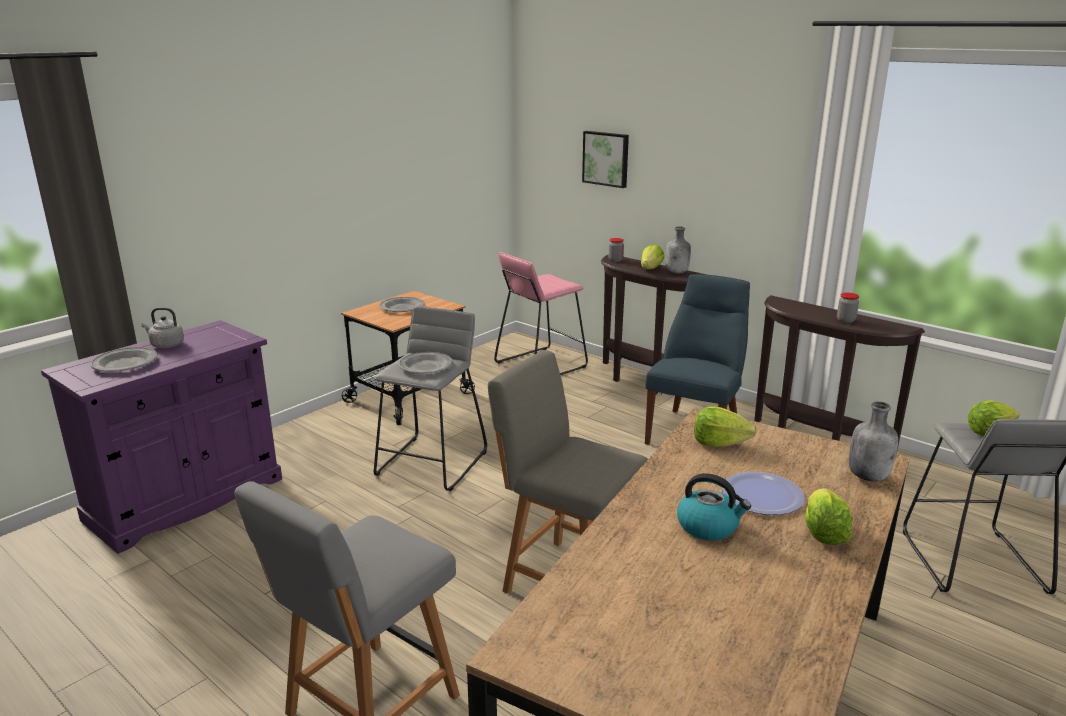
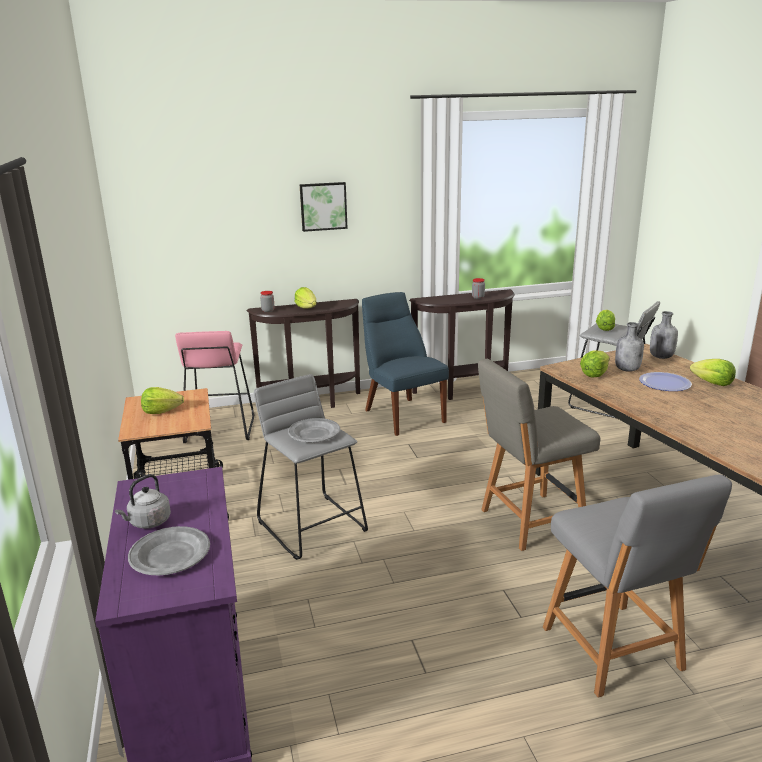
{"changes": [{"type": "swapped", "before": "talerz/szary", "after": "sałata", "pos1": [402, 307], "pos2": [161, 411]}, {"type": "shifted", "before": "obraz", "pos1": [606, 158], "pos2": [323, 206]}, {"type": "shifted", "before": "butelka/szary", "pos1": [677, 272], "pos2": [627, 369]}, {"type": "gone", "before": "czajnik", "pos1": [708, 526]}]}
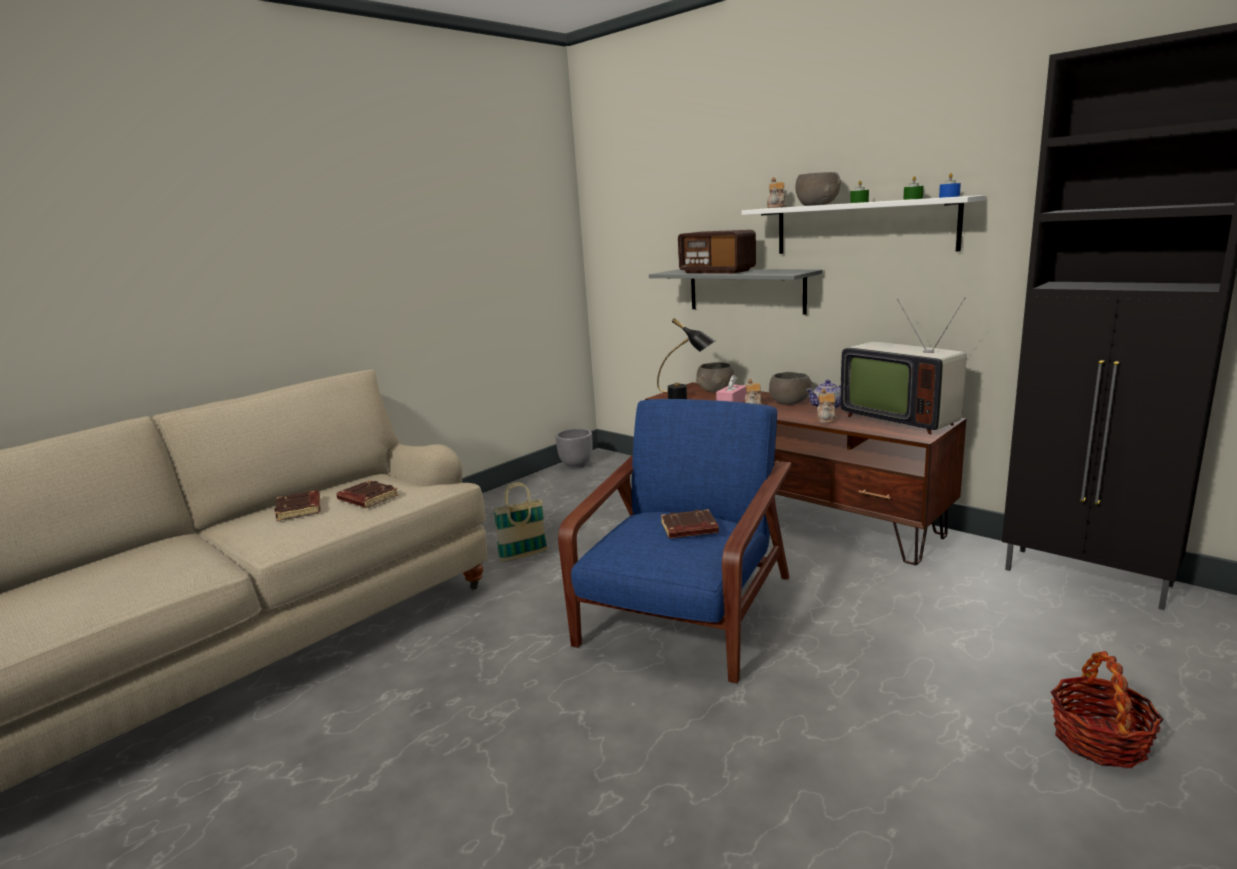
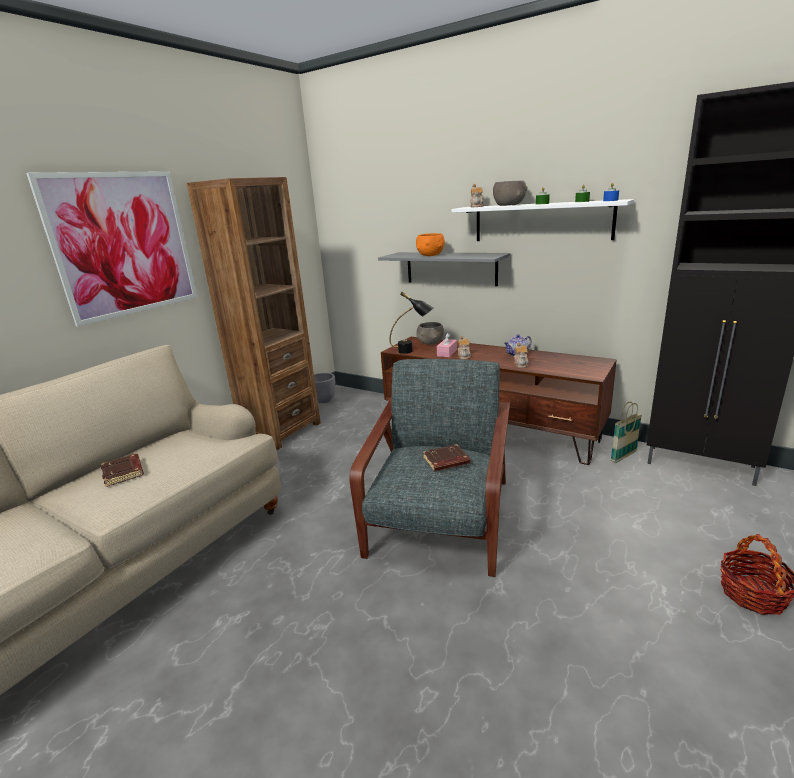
{"changes": [{"type": "gone", "before": "książka/brązowy", "pos1": [367, 499]}, {"type": "shifted", "before": "koszyk", "pos1": [523, 556], "pos2": [623, 456]}, {"type": "repainted", "before": "fotel/niebieski", "after": "fotel/szary", "pos1": [685, 613], "pos2": [439, 519]}, {"type": "swapped", "before": "radio", "after": "miska/pomarańczowy", "pos1": [717, 271], "pos2": [431, 255]}, {"type": "gone", "before": "miska/szary", "pos1": [790, 402]}, {"type": "gone", "before": "telewizor", "pos1": [900, 419]}, {"type": "new", "after": "obraz", "pos2": [124, 244]}, {"type": "new", "after": "regał/brązowy", "pos2": [281, 430]}]}
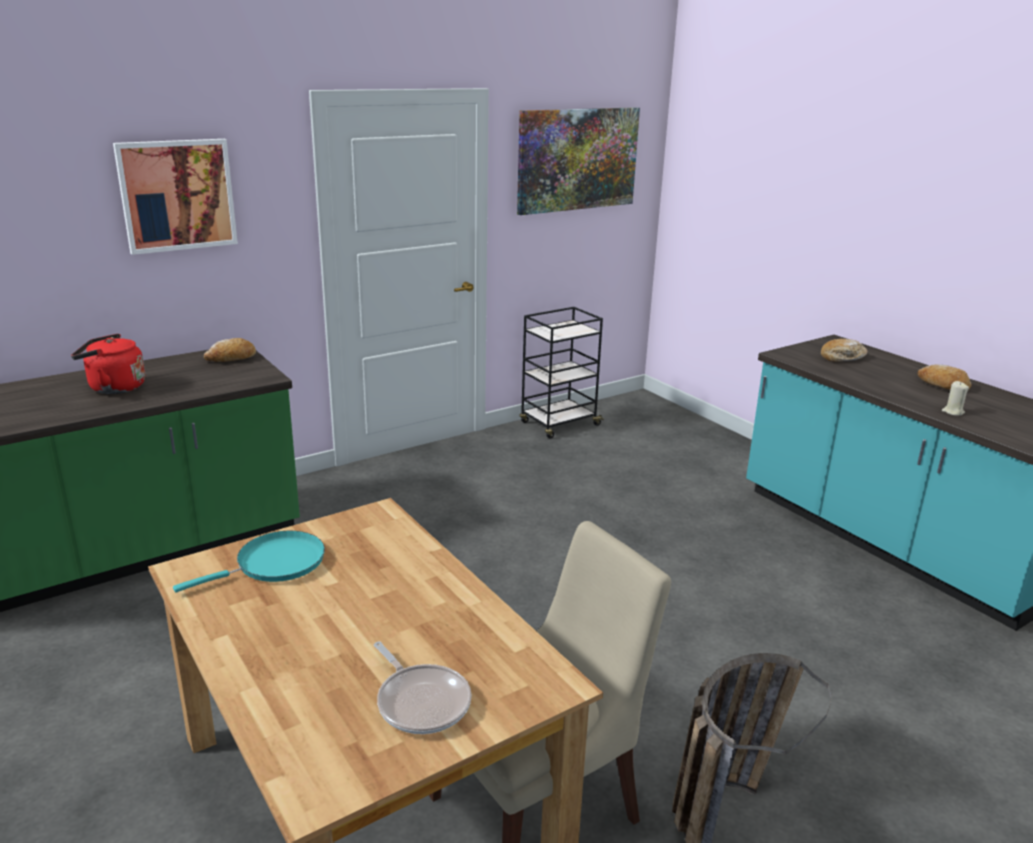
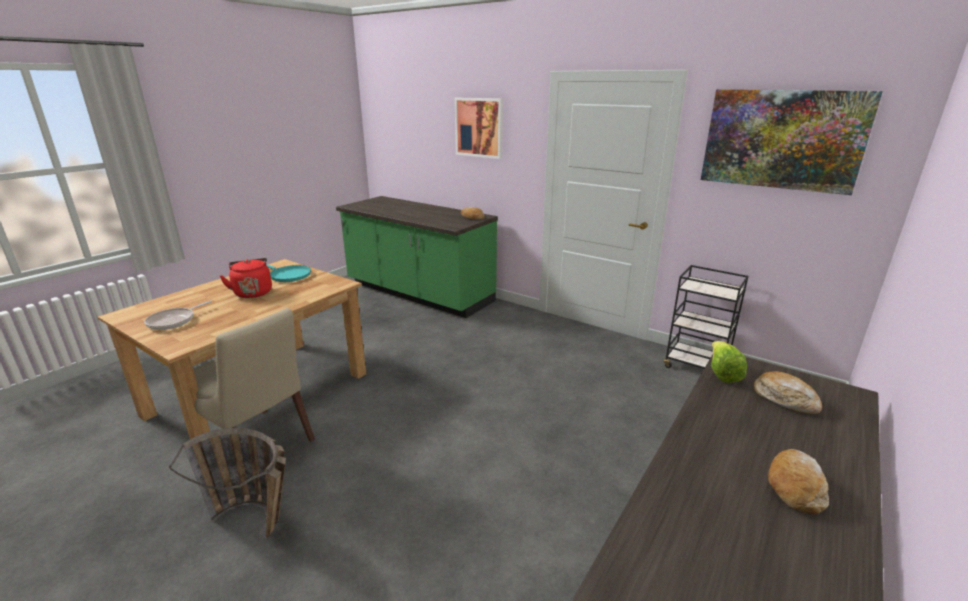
{"changes": [{"type": "shifted", "before": "czajnik/czerwony", "pos1": [113, 388], "pos2": [253, 292]}, {"type": "gone", "before": "świeca/beżowy", "pos1": [952, 412]}, {"type": "new", "after": "sałata", "pos2": [722, 373]}]}
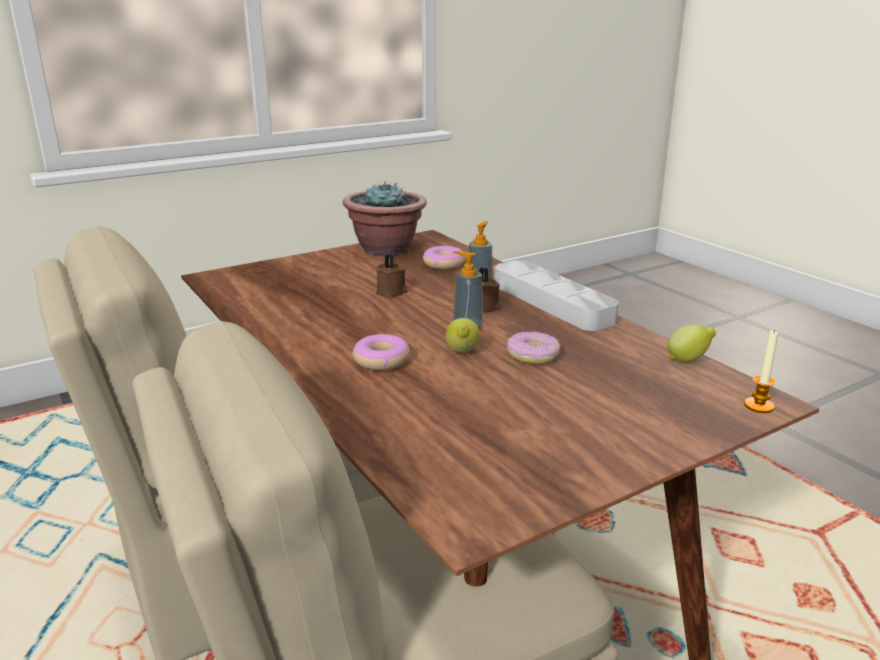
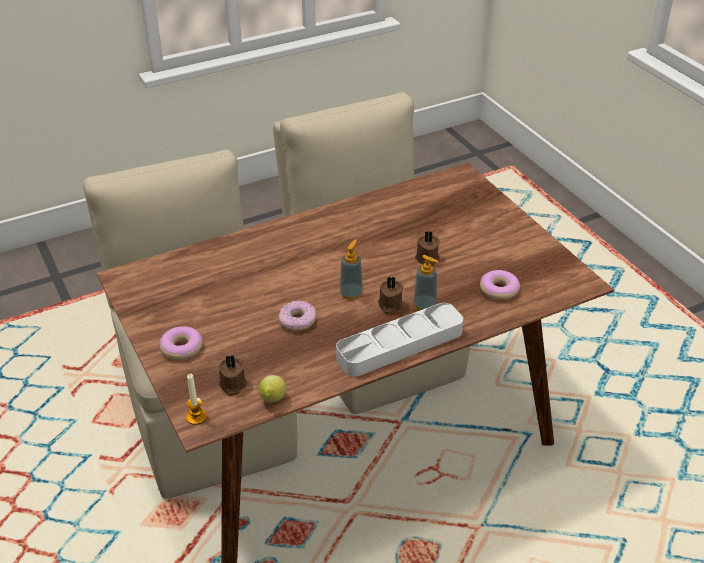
{"changes": [{"type": "gone", "before": "roślina doniczkowa", "pos1": [386, 249]}, {"type": "shifted", "before": "donut", "pos1": [381, 360], "pos2": [182, 348]}, {"type": "gone", "before": "cytryna", "pos1": [462, 353]}, {"type": "new", "after": "świeca/brązowy", "pos2": [232, 385]}]}
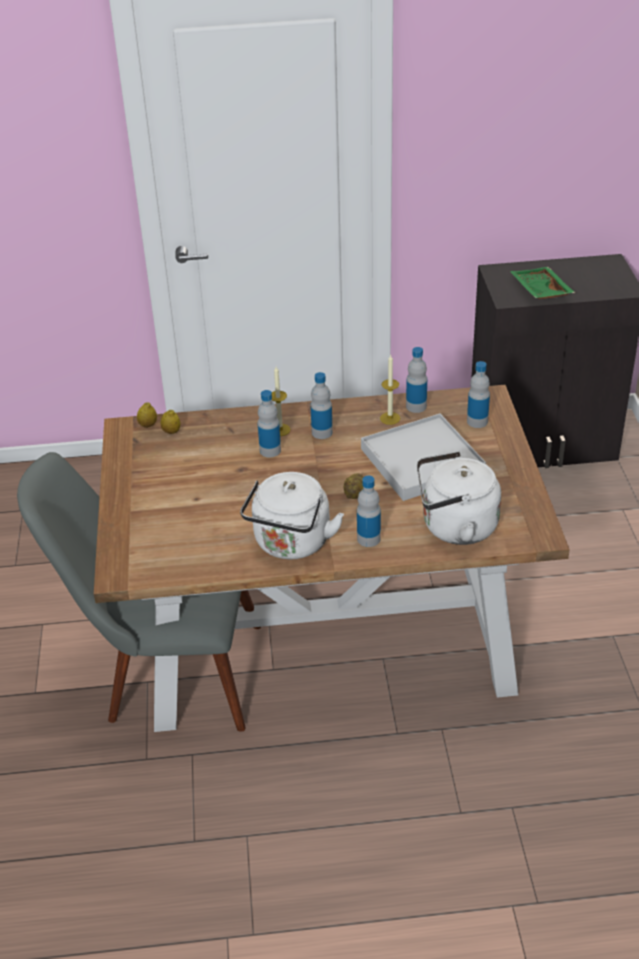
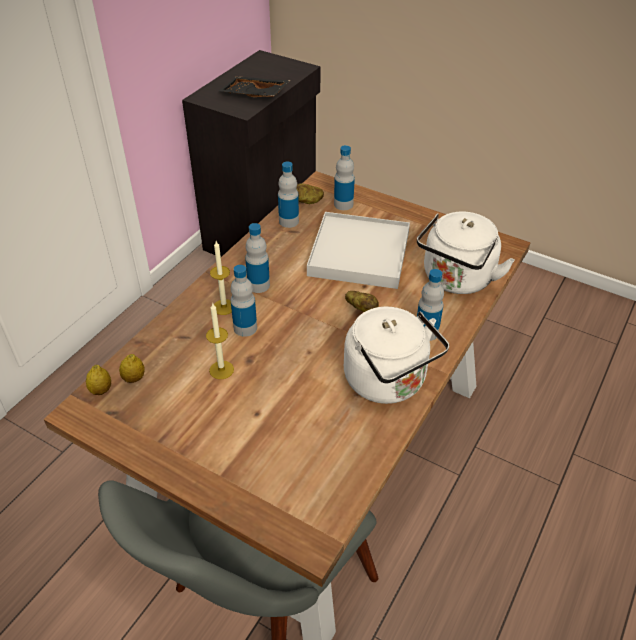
{"changes": [{"type": "shifted", "before": "świeca", "pos1": [390, 418], "pos2": [221, 370]}, {"type": "repainted", "before": "taca/zielony", "after": "taca/czarny", "pos1": [539, 291], "pos2": [254, 95]}, {"type": "new", "after": "ziemniak", "pos2": [307, 201]}]}
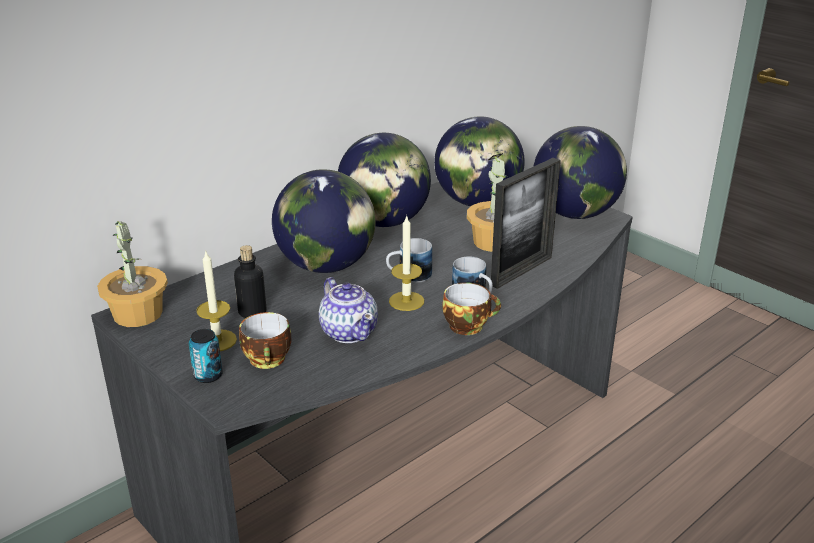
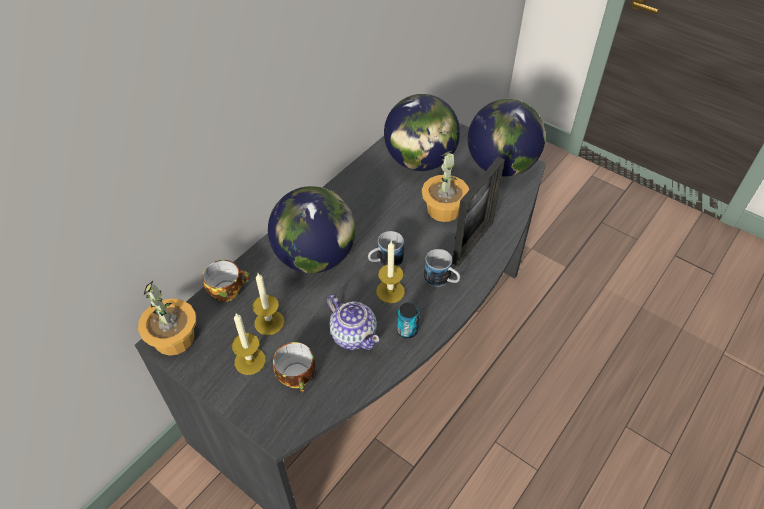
{"changes": [{"type": "shifted", "before": "puszka", "pos1": [208, 375], "pos2": [407, 330]}, {"type": "swapped", "before": "butelka", "after": "świeca", "pos1": [252, 312], "pos2": [269, 322]}, {"type": "gone", "before": "globus", "pos1": [384, 222]}, {"type": "shifted", "before": "filiżanka", "pos1": [468, 325], "pos2": [228, 290]}]}
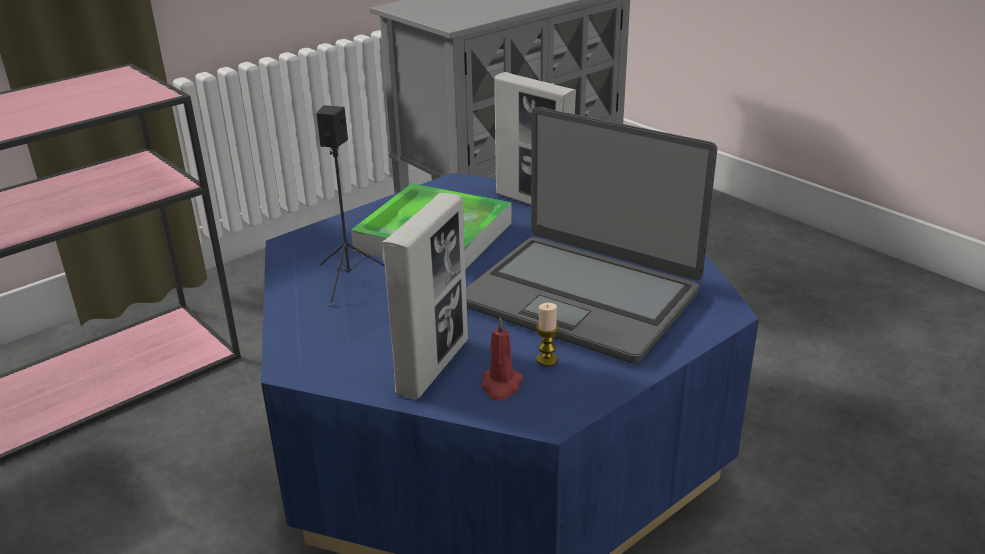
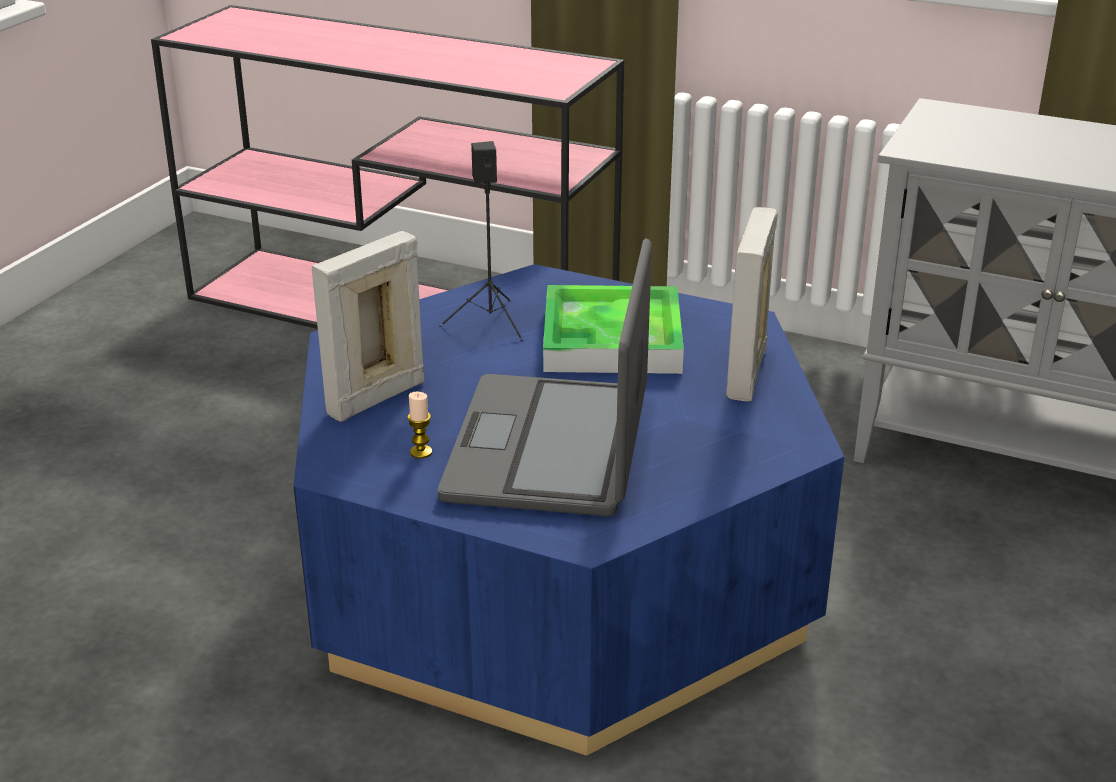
{"changes": [{"type": "rotated", "before": "ramka na zdjęcie", "pos1": [433, 366], "pos2": [375, 398], "turn": 135}, {"type": "gone", "before": "świeca/czerwony", "pos1": [501, 386]}]}
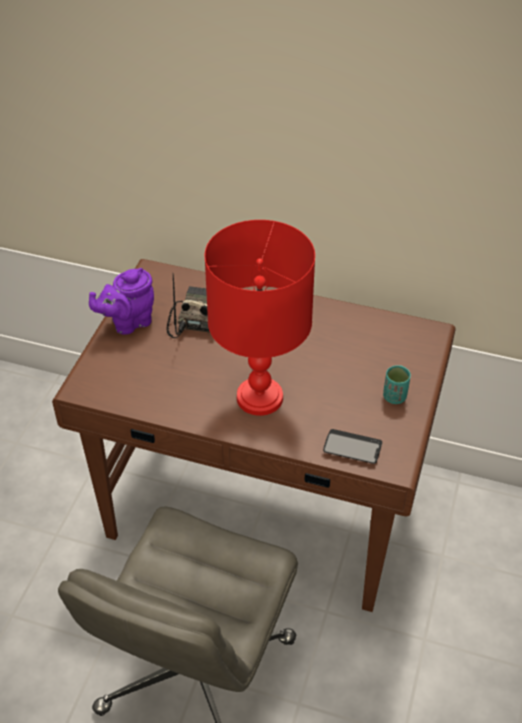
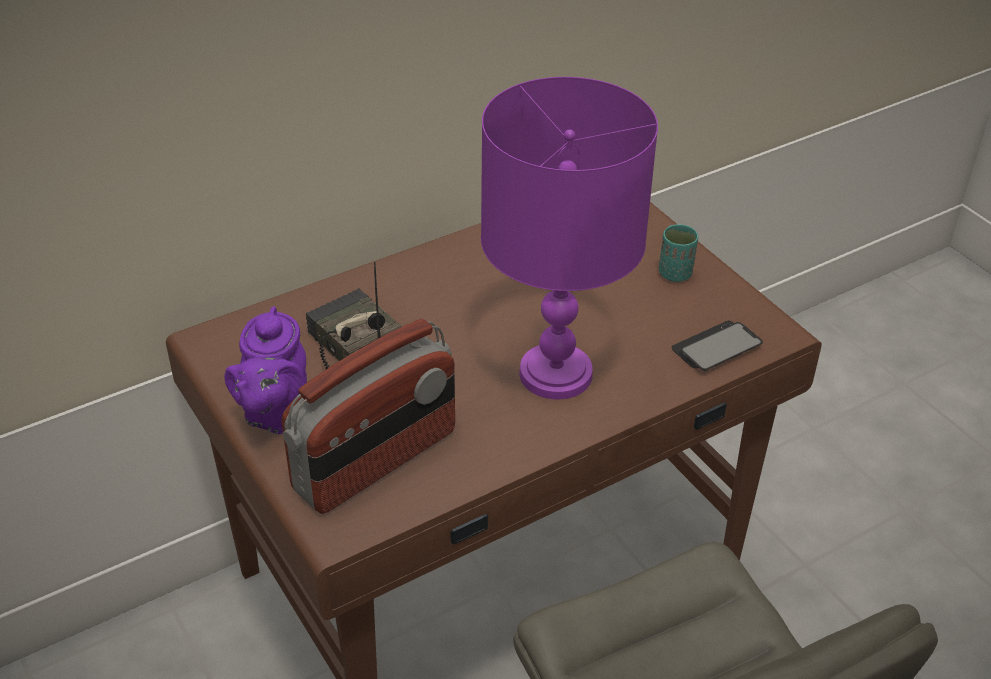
{"changes": [{"type": "repainted", "before": "lampa stołowa/czerwony", "after": "lampa stołowa/fioletowy", "pos1": [259, 397], "pos2": [554, 373]}, {"type": "new", "after": "radio", "pos2": [376, 461]}]}
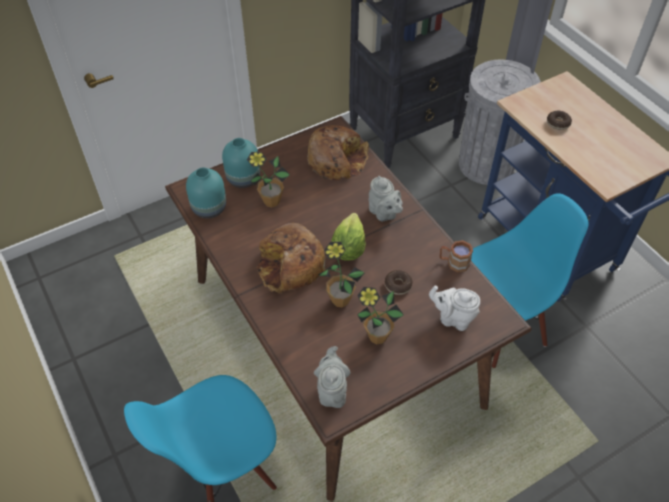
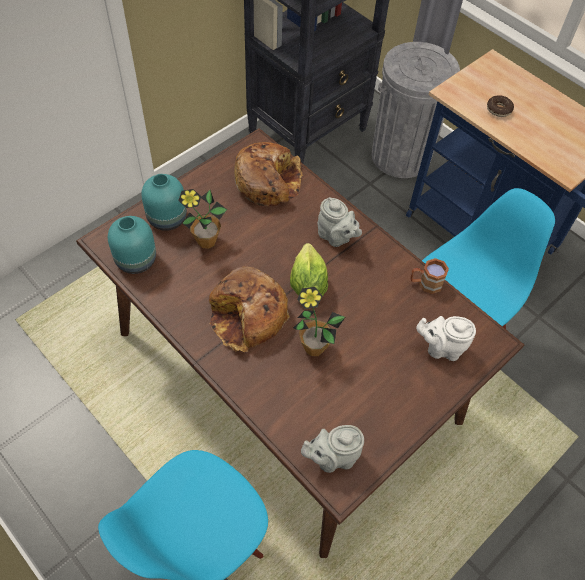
{"changes": [{"type": "rotated", "before": "imbryk/szary", "pos1": [332, 391], "pos2": [332, 458], "turn": -90}, {"type": "gone", "before": "roślina doniczkowa", "pos1": [377, 336]}, {"type": "gone", "before": "donut", "pos1": [398, 285]}]}
